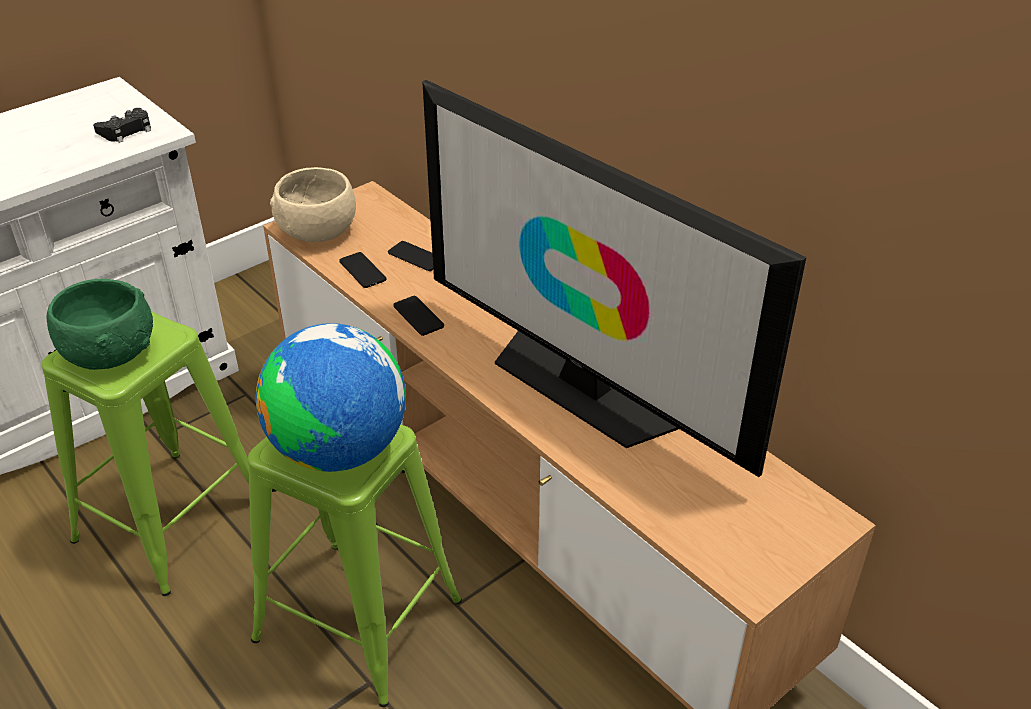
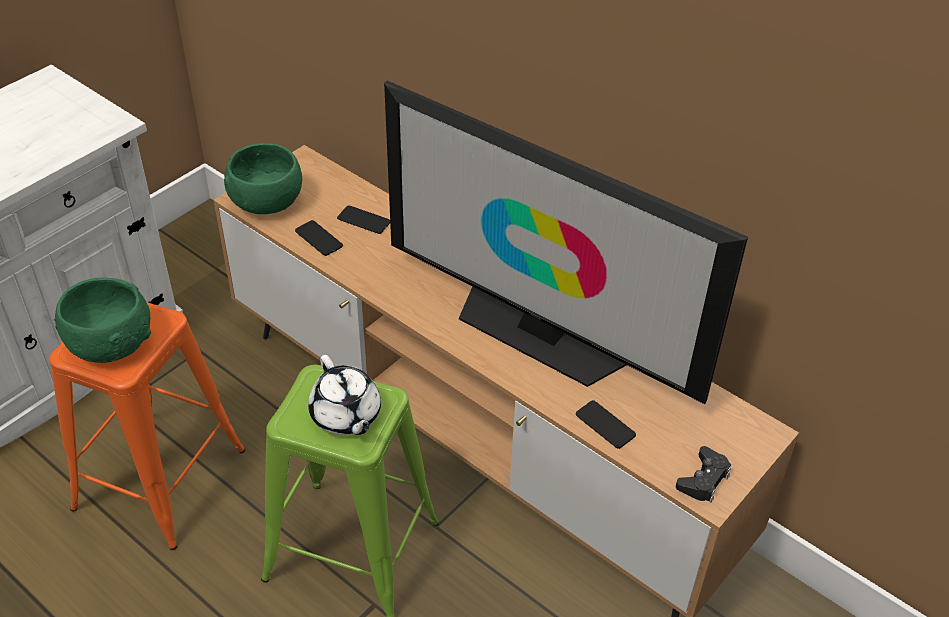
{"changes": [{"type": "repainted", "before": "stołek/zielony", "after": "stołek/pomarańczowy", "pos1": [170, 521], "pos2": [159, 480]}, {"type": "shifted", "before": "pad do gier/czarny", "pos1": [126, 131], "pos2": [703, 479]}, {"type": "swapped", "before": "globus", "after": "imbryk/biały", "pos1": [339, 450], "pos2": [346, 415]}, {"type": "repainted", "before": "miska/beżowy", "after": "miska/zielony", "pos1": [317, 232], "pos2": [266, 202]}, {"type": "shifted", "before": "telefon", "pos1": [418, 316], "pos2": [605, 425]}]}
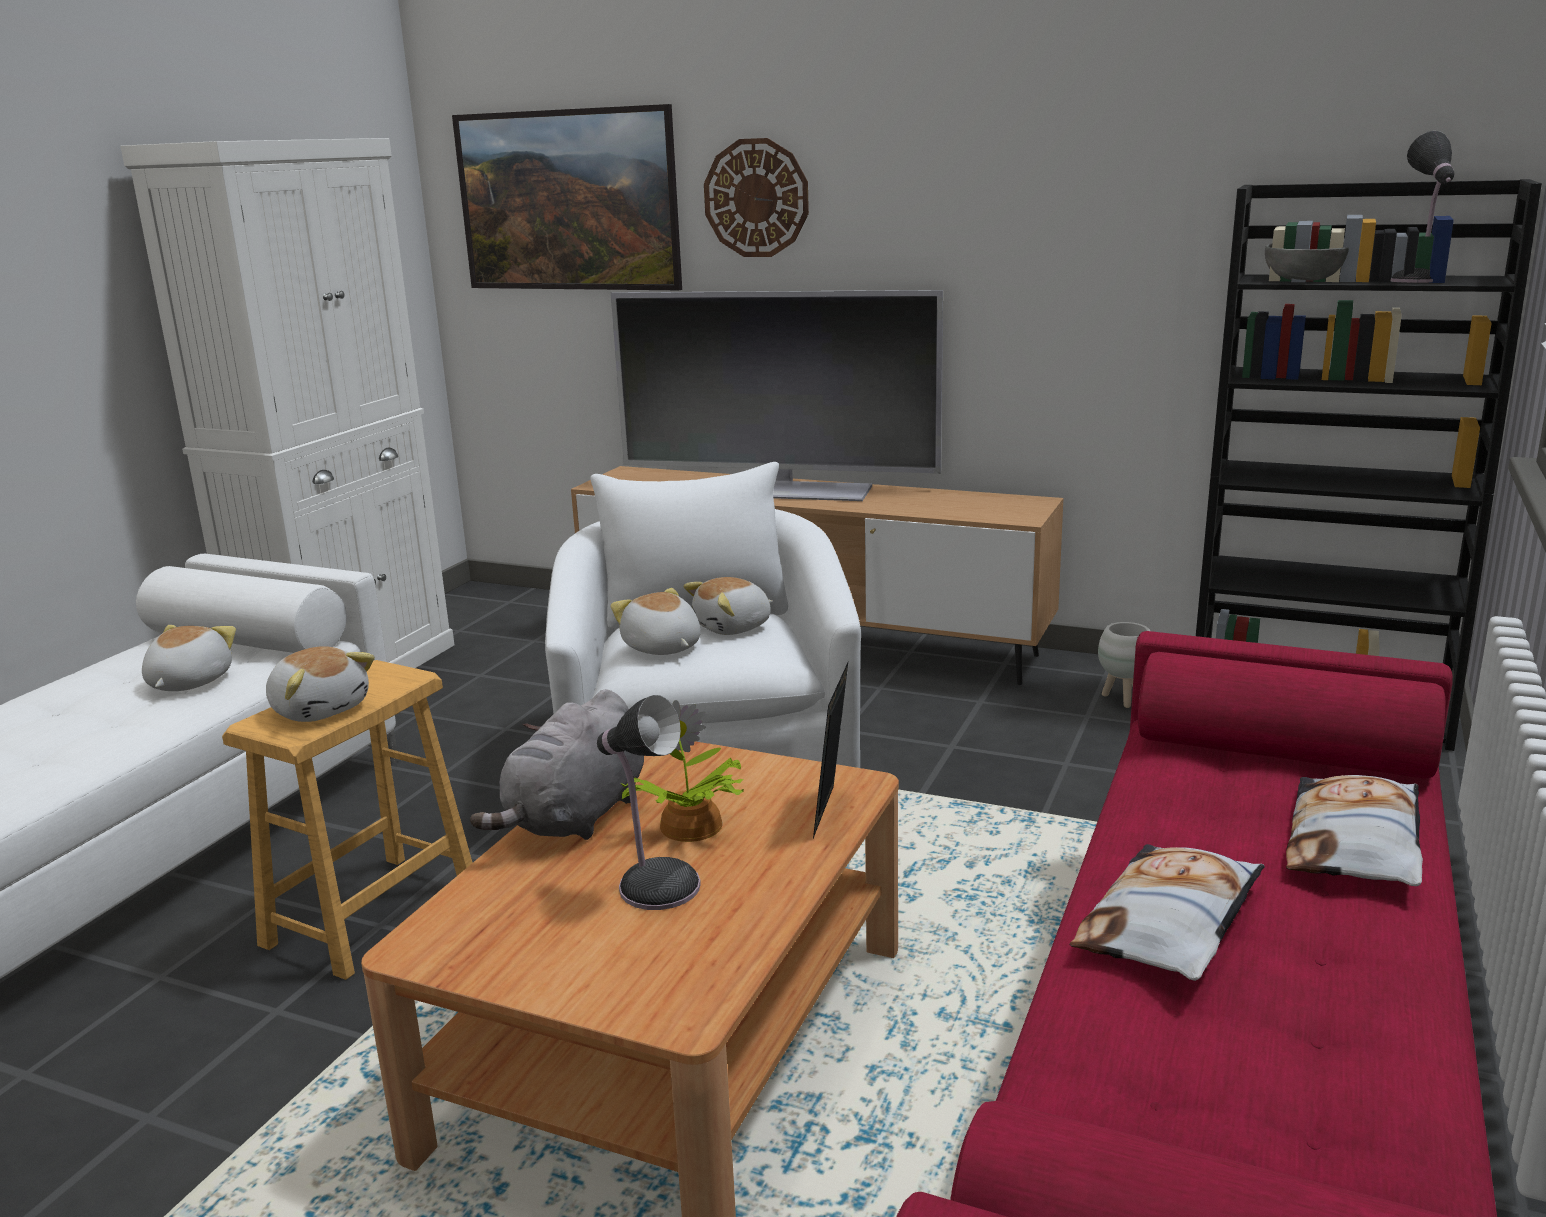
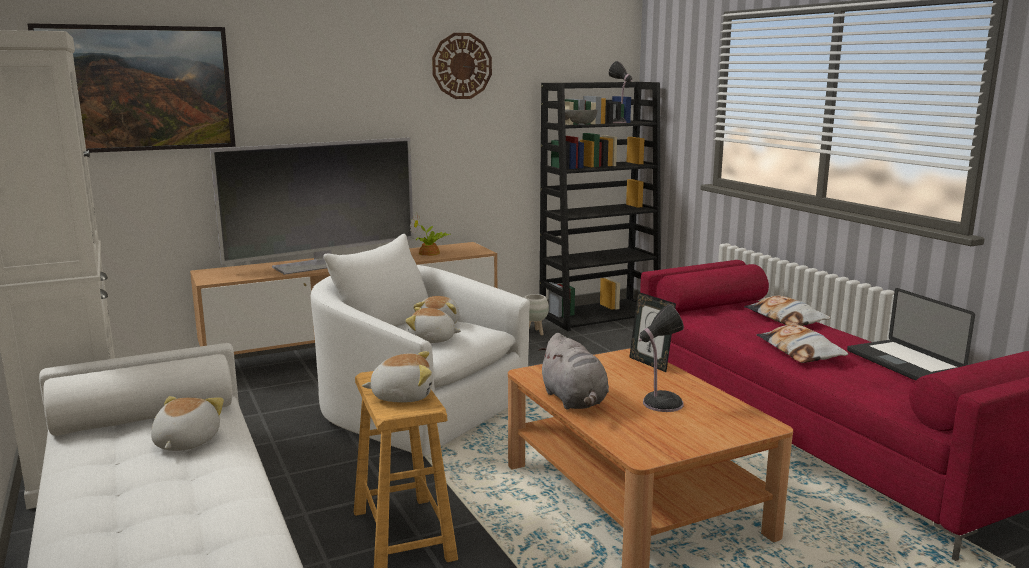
{"changes": [{"type": "rotated", "before": "pluszak", "pos1": [188, 682], "pos2": [185, 442], "turn": 45}, {"type": "shifted", "before": "roślina doniczkowa", "pos1": [689, 827], "pos2": [430, 253]}, {"type": "shifted", "before": "zegar ścienny", "pos1": [756, 198], "pos2": [462, 66]}, {"type": "new", "after": "laptop", "pos2": [903, 362]}]}
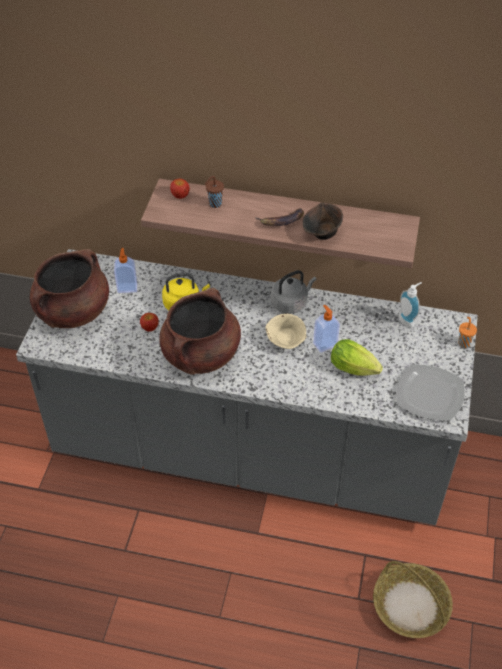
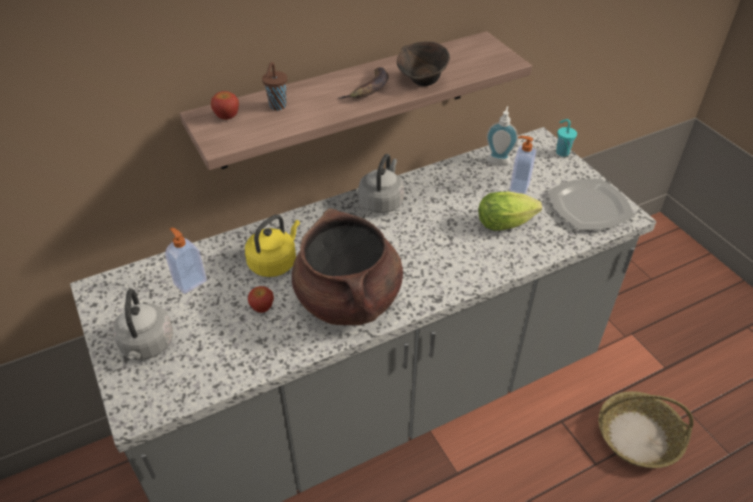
{"changes": [{"type": "swapped", "before": "garnek/brązowy", "after": "czajnik/szary", "pos1": [73, 311], "pos2": [147, 346]}, {"type": "gone", "before": "miska/beżowy", "pos1": [286, 342]}, {"type": "shifted", "before": "dozownik mydła", "pos1": [324, 344], "pos2": [518, 186]}, {"type": "repainted", "before": "filiżanka/pomarańczowy", "after": "filiżanka/turkusowy", "pos1": [463, 343], "pos2": [561, 152]}]}
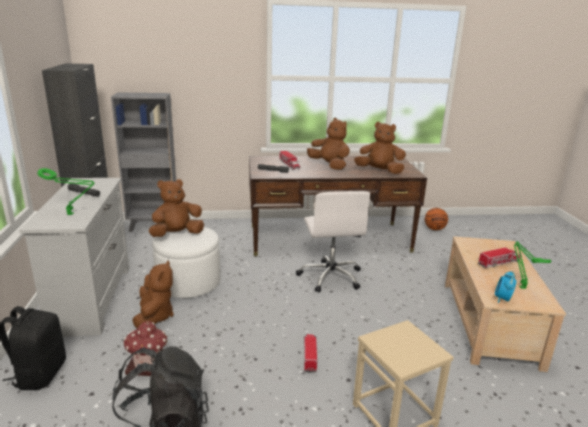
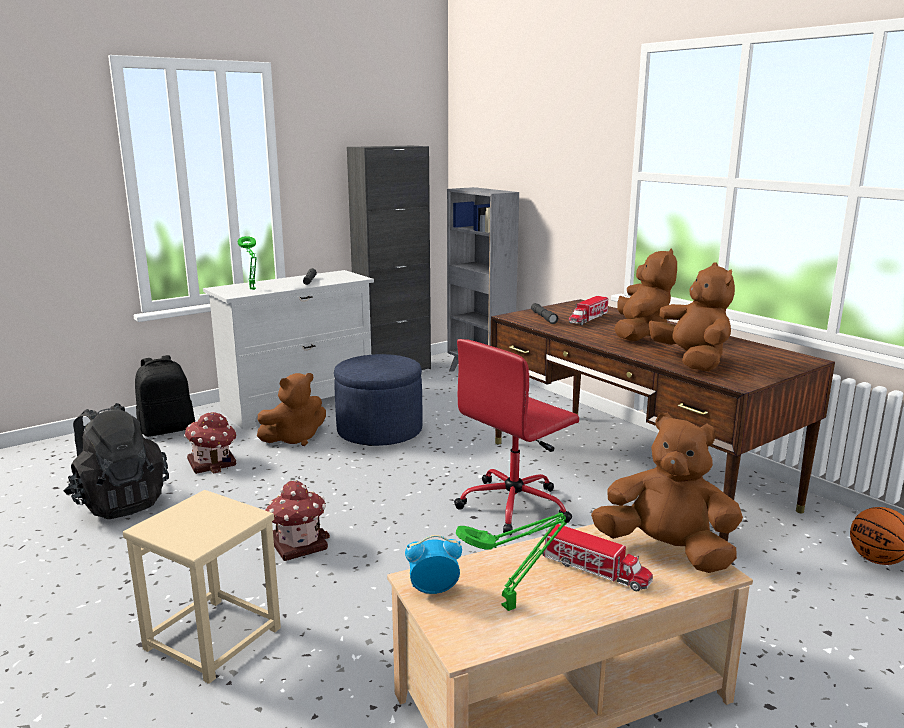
{"changes": [{"type": "shifted", "before": "pluszak/brązowy", "pos1": [177, 234], "pos2": [666, 551]}, {"type": "repainted", "before": "pufa/biały", "after": "pufa/niebieski", "pos1": [188, 283], "pos2": [379, 431]}, {"type": "repainted", "before": "krzesło biurowe/biały", "after": "krzesło biurowe/czerwony", "pos1": [330, 276], "pos2": [515, 506]}, {"type": "swapped", "before": "ciężarówka zabawkowa", "after": "domek", "pos1": [309, 355], "pos2": [298, 543]}]}
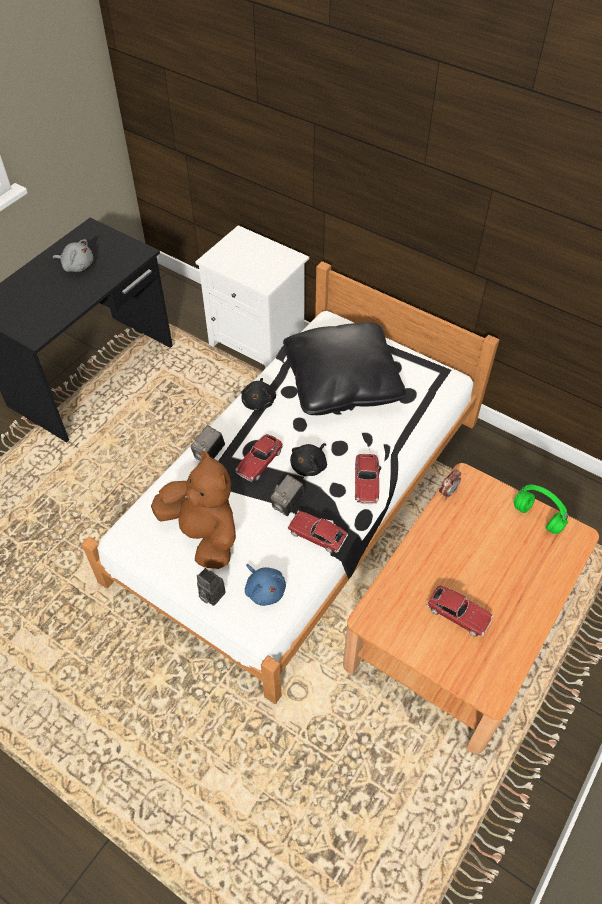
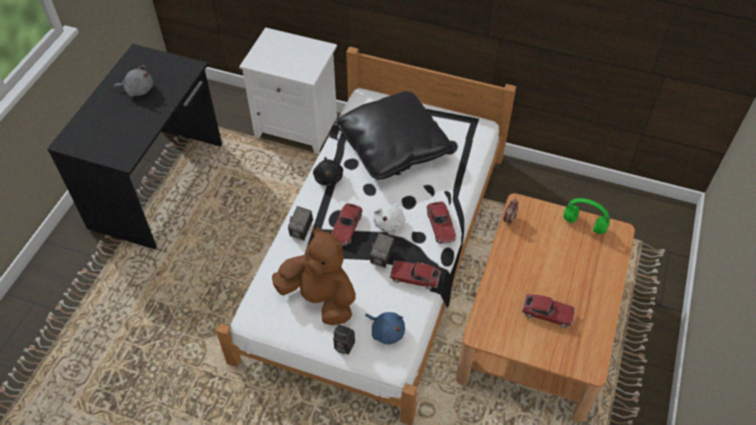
{"changes": [{"type": "repainted", "before": "pluszak/czarny", "after": "pluszak/biały", "pos1": [310, 466], "pos2": [389, 222]}]}
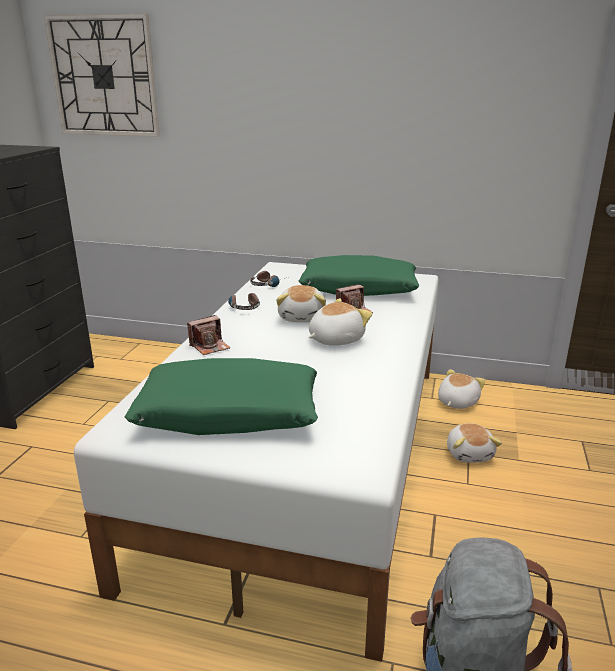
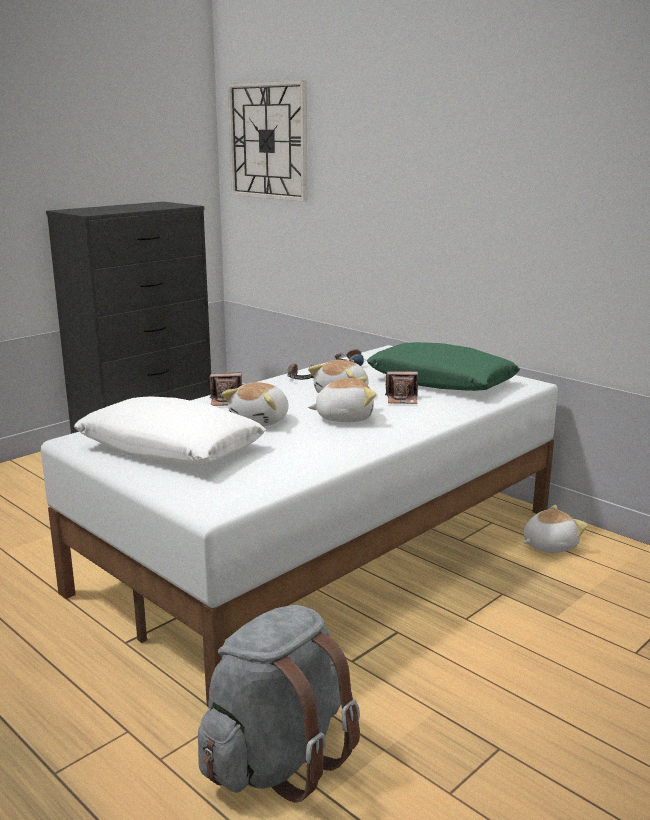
{"changes": [{"type": "repainted", "before": "poduszka/zielony", "after": "poduszka/biały", "pos1": [229, 413], "pos2": [170, 448]}, {"type": "shifted", "before": "pluszak", "pos1": [470, 454], "pos2": [261, 421]}]}
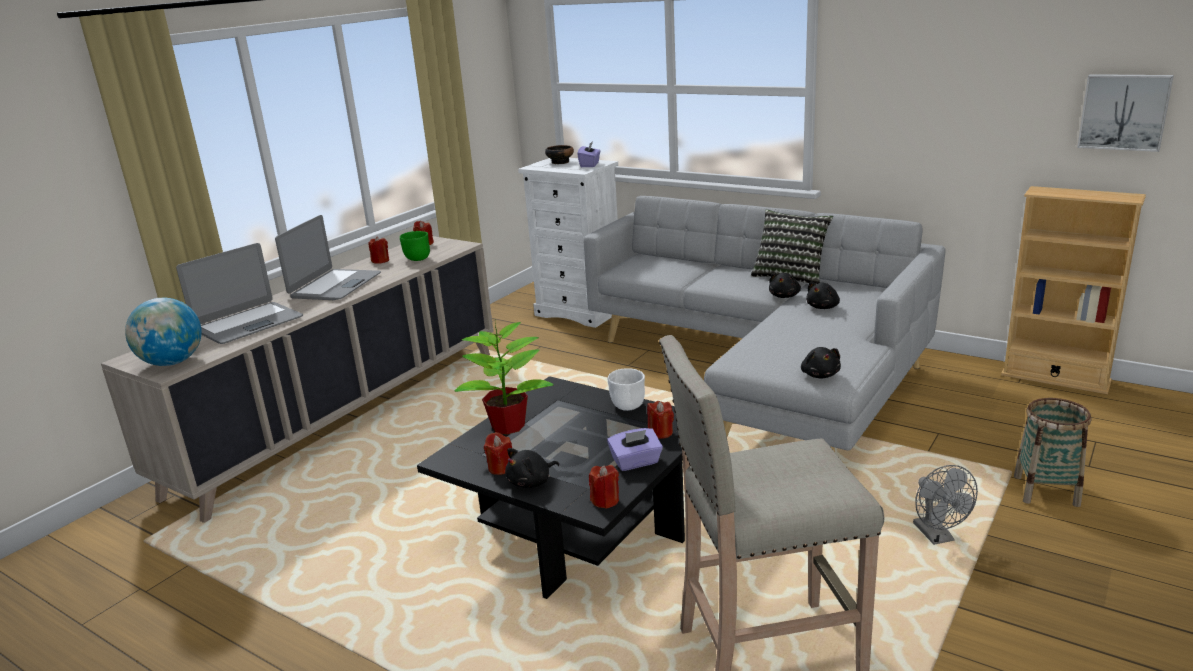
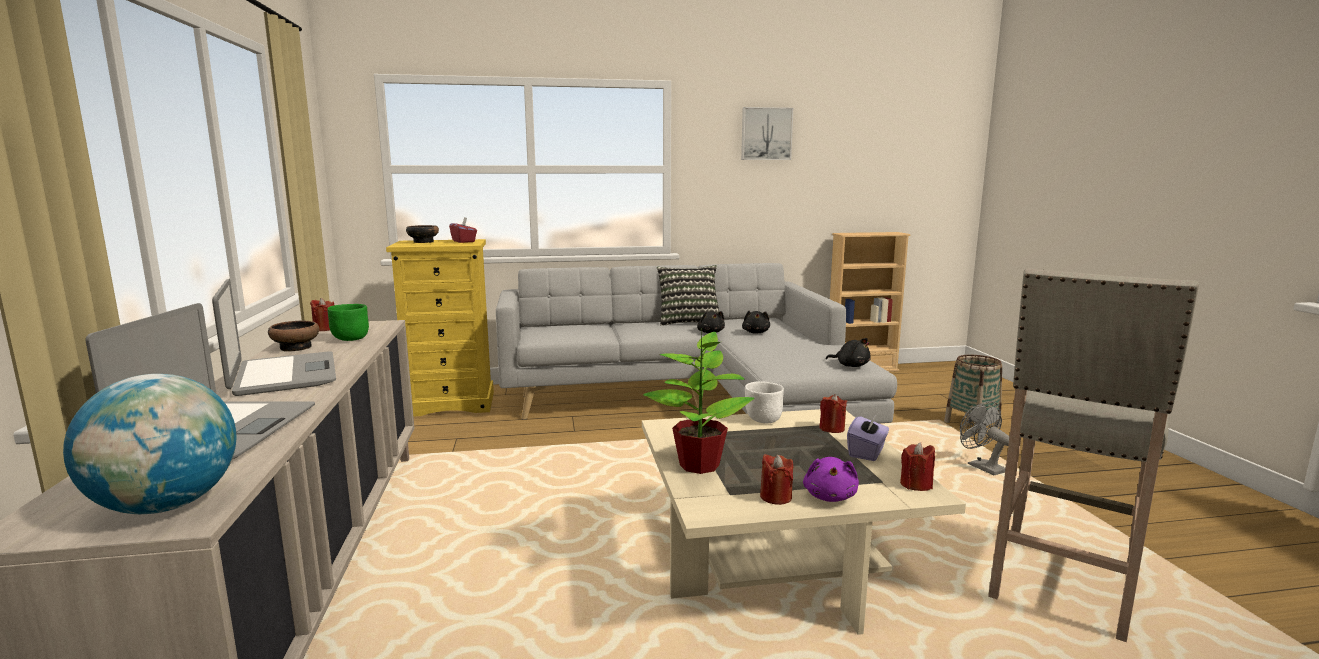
{"changes": [{"type": "swapped", "before": "świeca/czerwony", "after": "miska", "pos1": [380, 261], "pos2": [296, 347]}, {"type": "repainted", "before": "ława/czarny", "after": "ława/beżowy", "pos1": [580, 530], "pos2": [775, 565]}, {"type": "repainted", "before": "pluszak/czarny", "after": "pluszak/fioletowy", "pos1": [531, 482], "pos2": [830, 496]}, {"type": "repainted", "before": "komoda/biały", "after": "komoda/żółty", "pos1": [580, 312], "pos2": [451, 404]}, {"type": "repainted", "before": "pudełko chusteczek/fioletowy", "after": "pudełko chusteczek/czerwony", "pos1": [590, 165], "pos2": [464, 241]}, {"type": "rotated", "before": "wentylator/szary", "pos1": [937, 537], "pos2": [981, 467], "turn": -150}, {"type": "shifted", "before": "obraz", "pos1": [1124, 111], "pos2": [766, 134]}]}
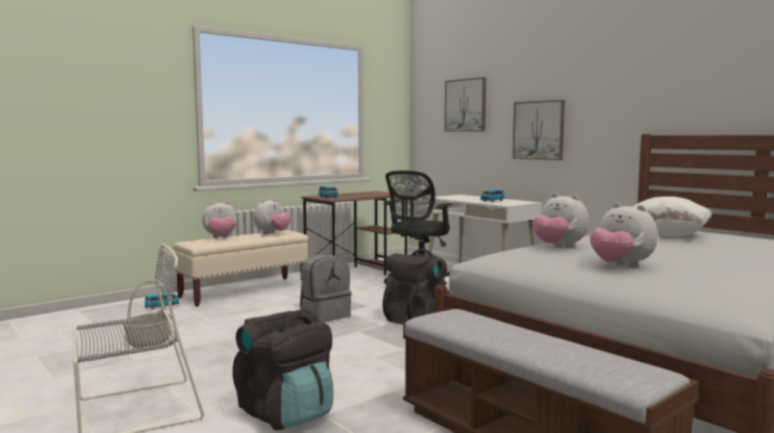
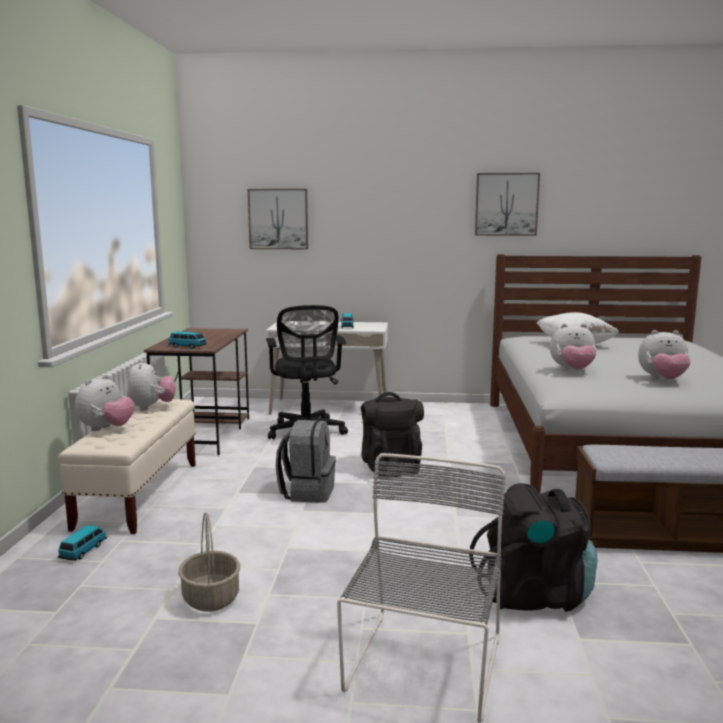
{"changes": [{"type": "shifted", "before": "obraz", "pos1": [539, 130], "pos2": [506, 204]}]}
